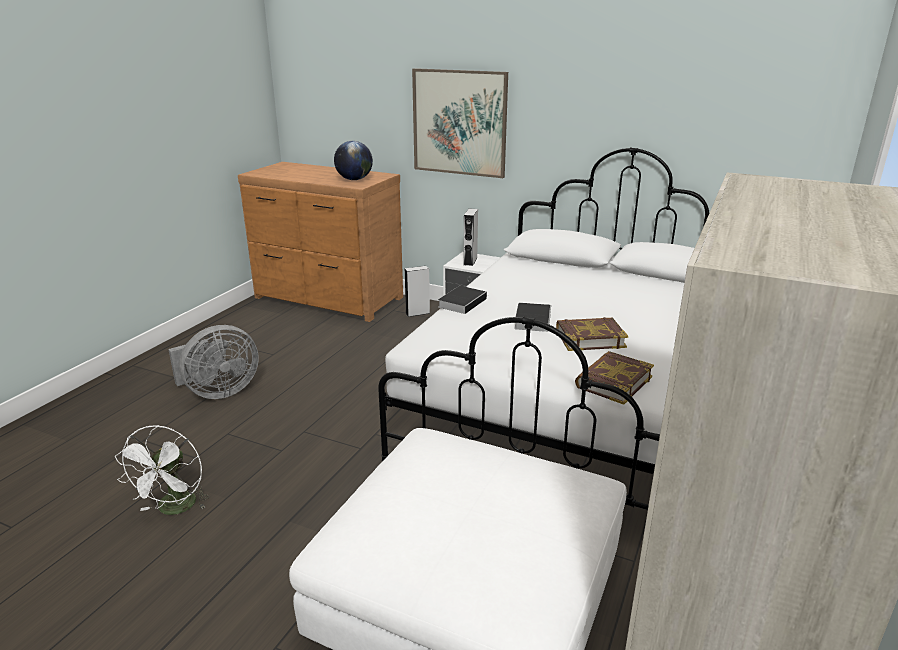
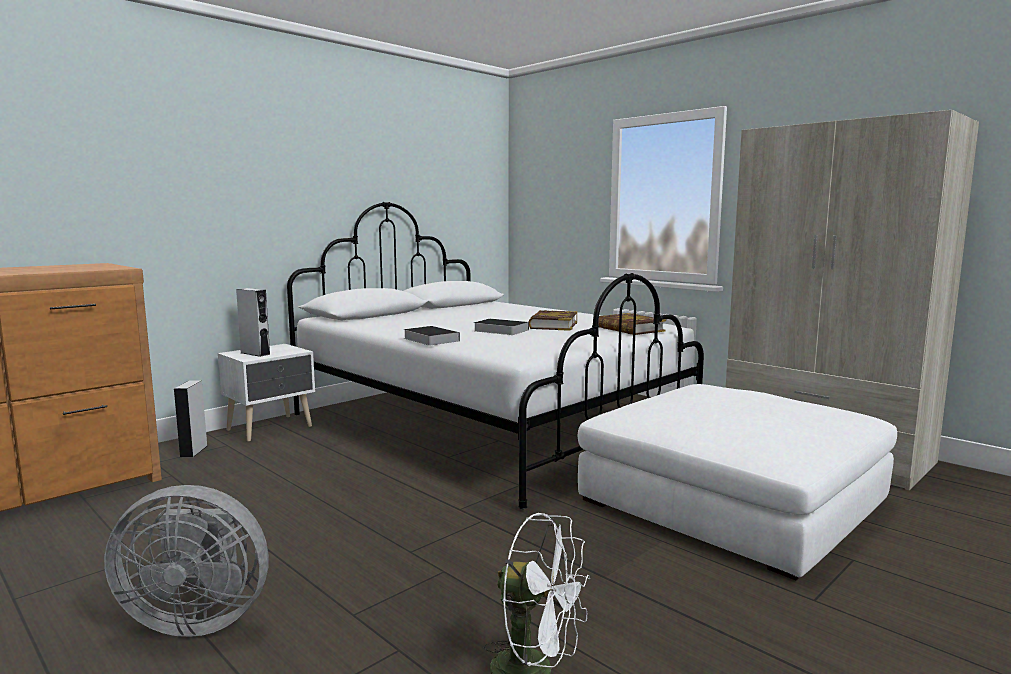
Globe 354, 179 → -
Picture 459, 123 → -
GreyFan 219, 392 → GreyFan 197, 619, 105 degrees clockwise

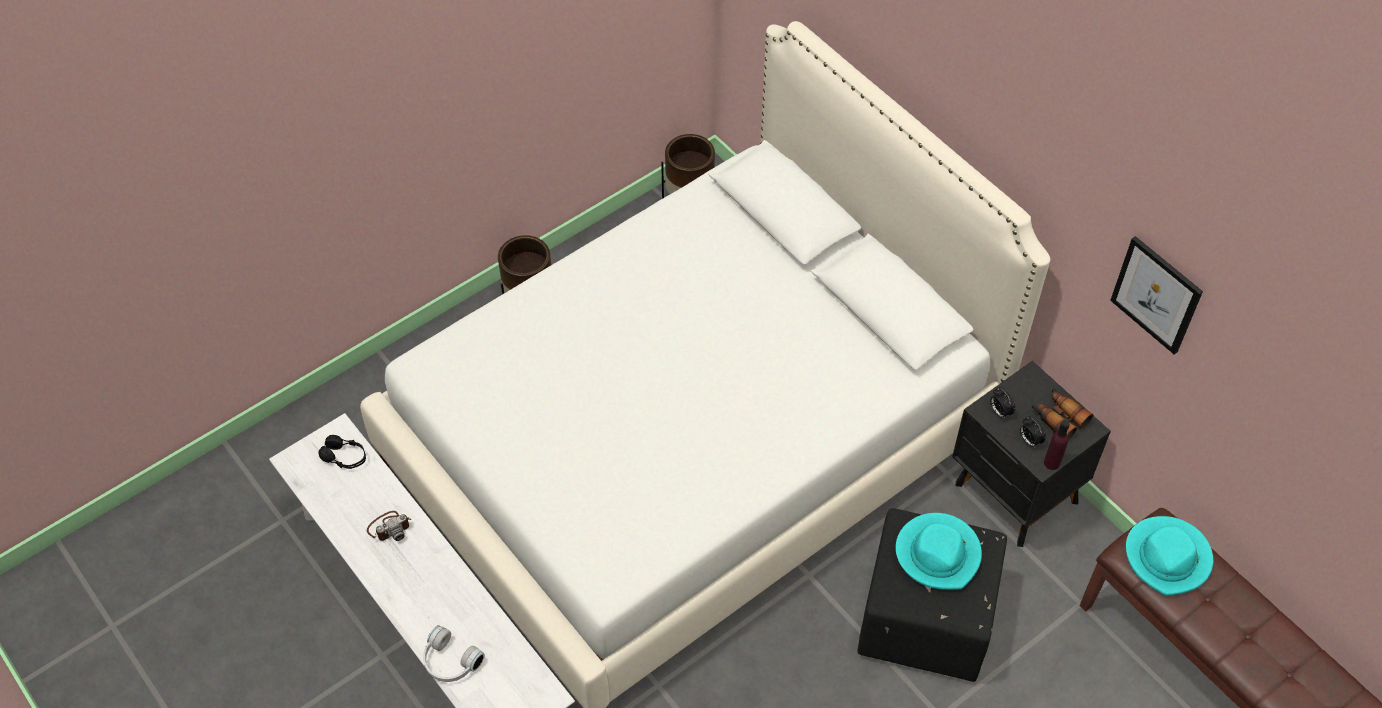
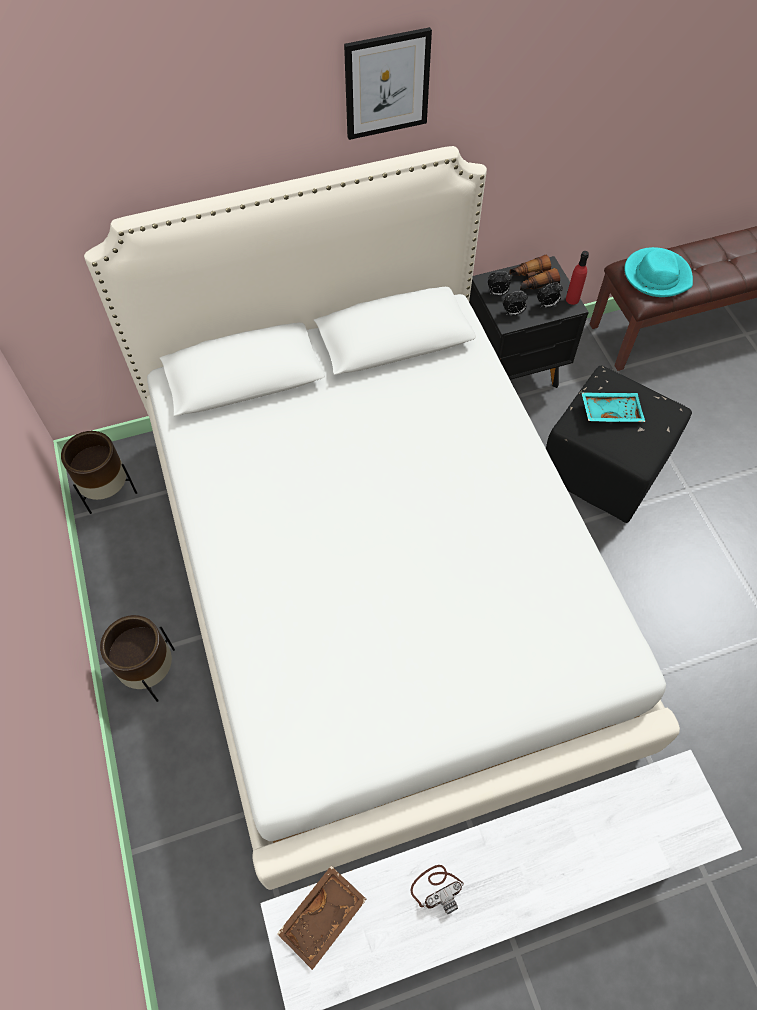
WhiteHeadphones 449, 662 → -
- → AlarmClock 497, 293
Picture 1156, 294 → Picture 387, 84, moved
BlackHeadphones 345, 457 → BrownTray 324, 918
TurquoiseHat 938, 553 → TurquoiseTray 610, 411
PurpleBottle 1052, 463 → RedBottle 572, 299
PhotoCamera 389, 527 → PhotoCamera 437, 888, 75 degrees clockwise

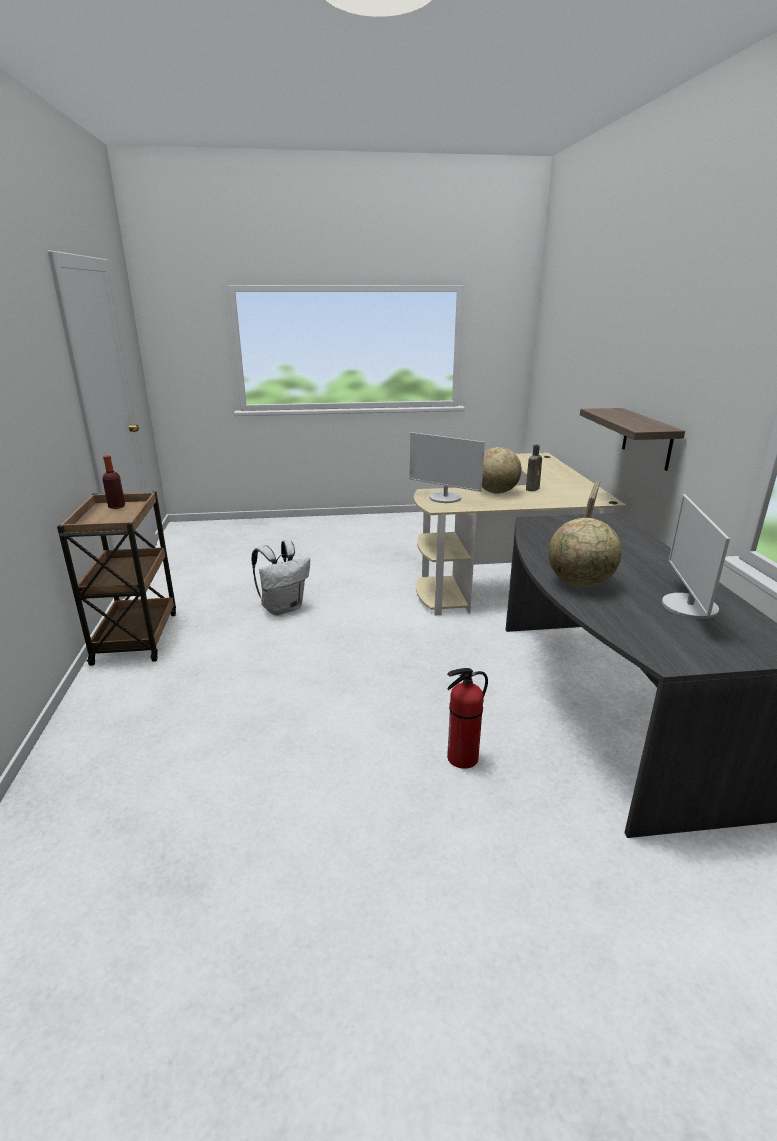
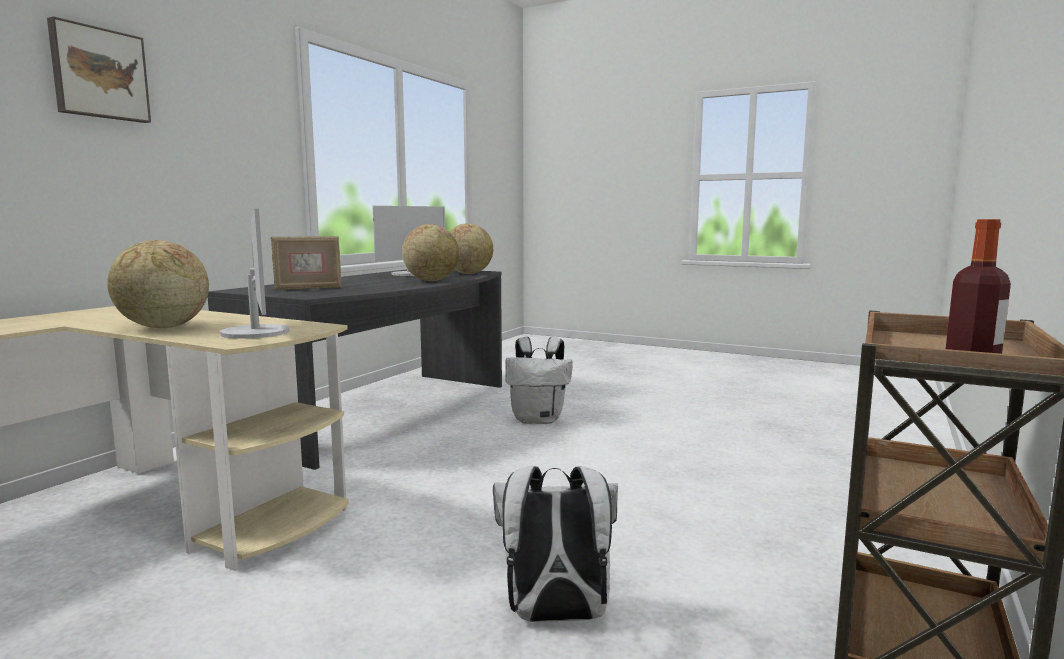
BrownBottle 533, 489 → -
Shelf 647, 439 → -
- → Picture 99, 73
- → Globe 468, 273
FireExtinguisher 462, 758 → WhiteBackpack 538, 419

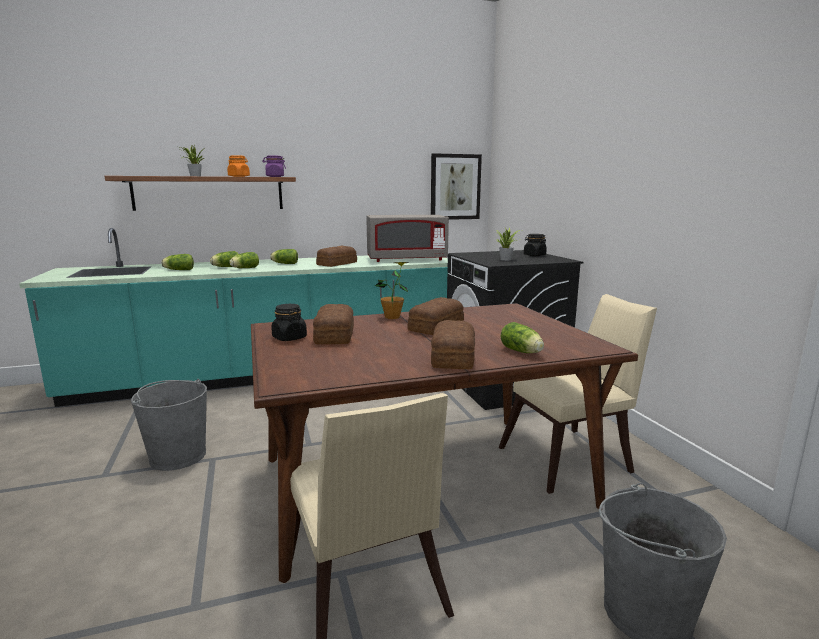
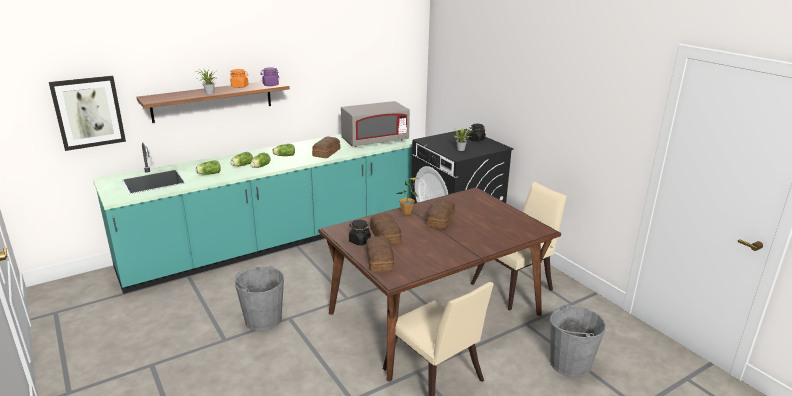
Lettuce 522, 352 → -
Picture 455, 187 → Picture 88, 112, moved
Bread 451, 357 → Bread 379, 261, moved

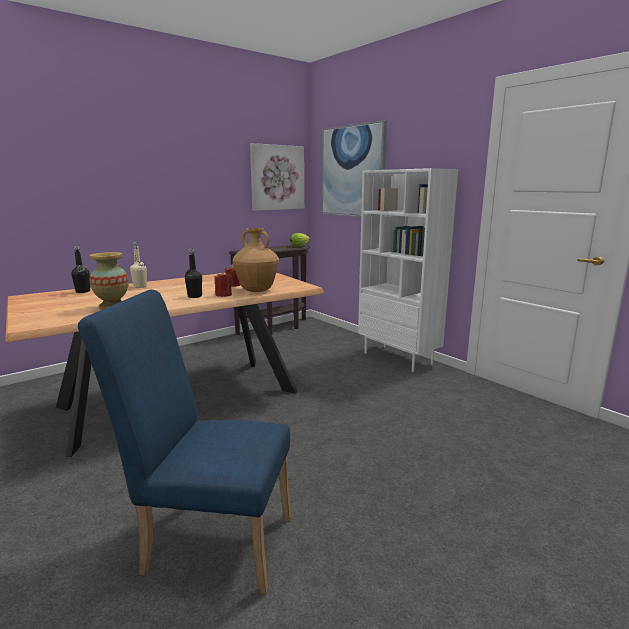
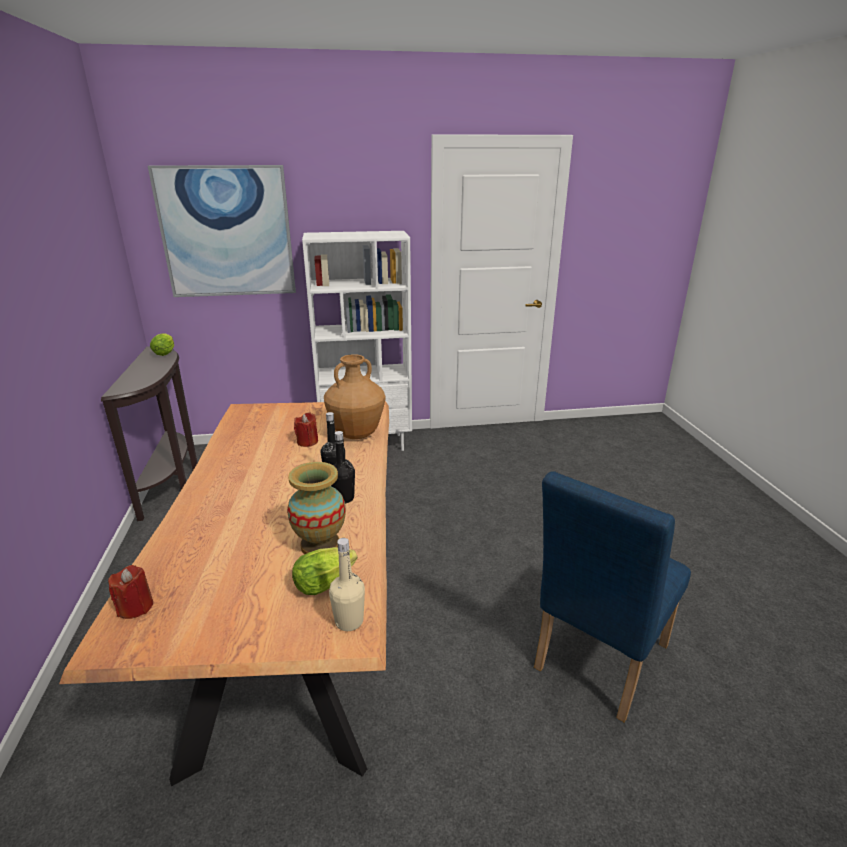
Picture 277, 177 → -
- → Lettuce 327, 582
BlackBottle 83, 291 → BlackBottle 343, 498, moved
BeigeBottle 140, 286 → BeigeBottle 349, 621, moved
RedCandle 223, 295 → RedCandle 135, 607, moved

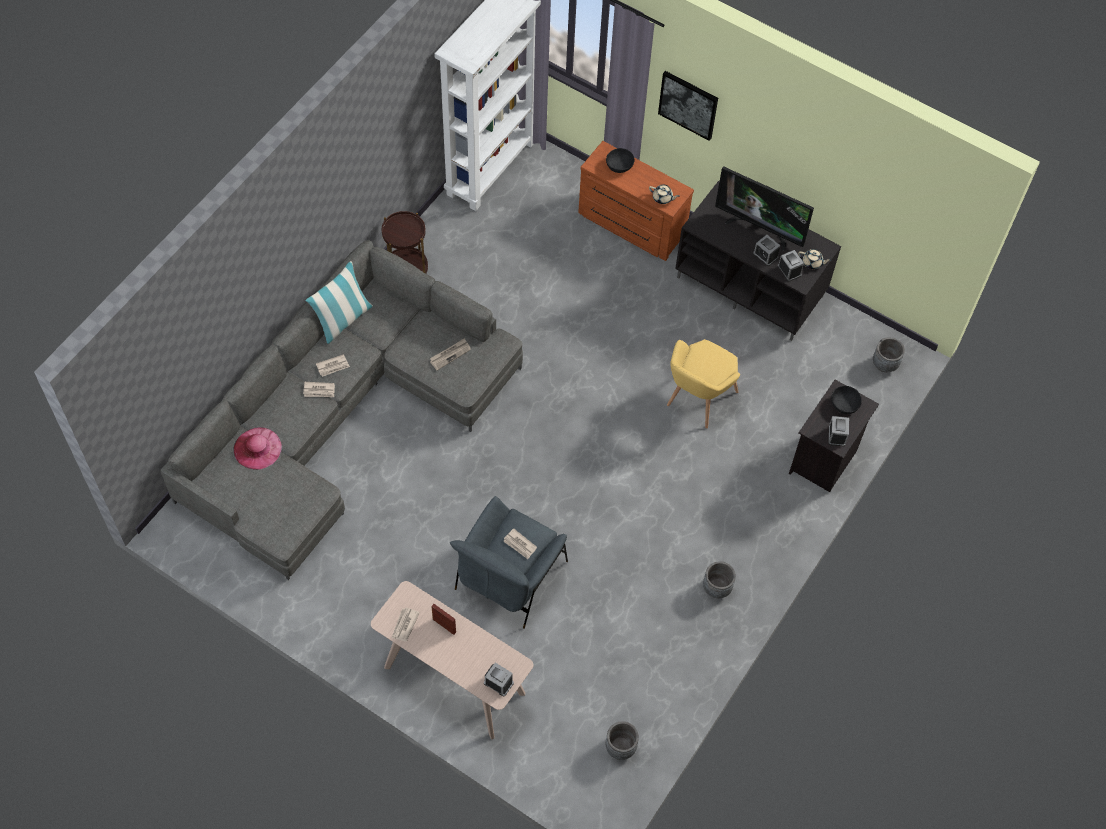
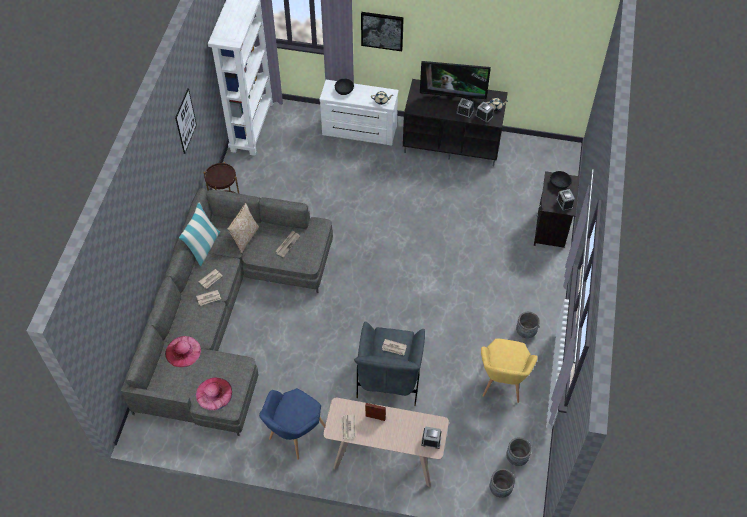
- → Picture 185, 121
- → PinkHat 214, 393
- → Pillow 245, 238
- → BlueArmchair 294, 436
YellowArmchair 697, 401 → YellowArmchair 502, 384, moved
GreyPlanter 885, 364 → GreyPlanter 500, 488, moved
BrownDresser 630, 225 → WhiteDresser 359, 131

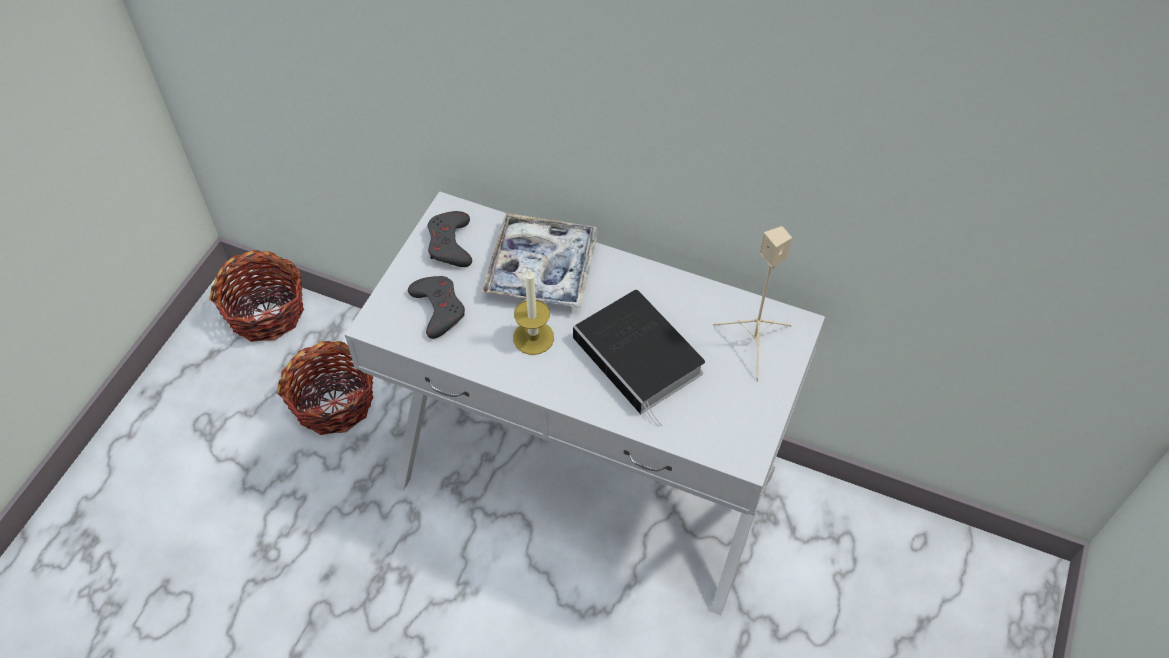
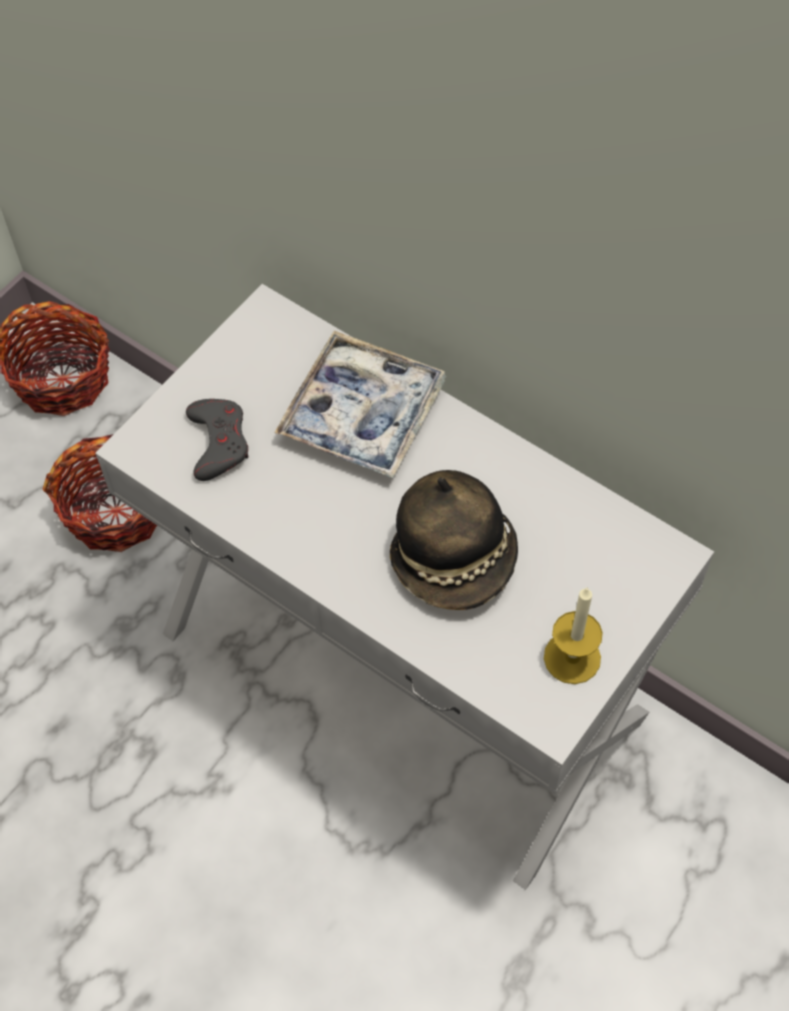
GreyGameController 450, 244 → -
BeigeSpeaker 754, 344 → -
Candle 533, 337 → Candle 572, 657, moved
Book 641, 358 → Hat 455, 559

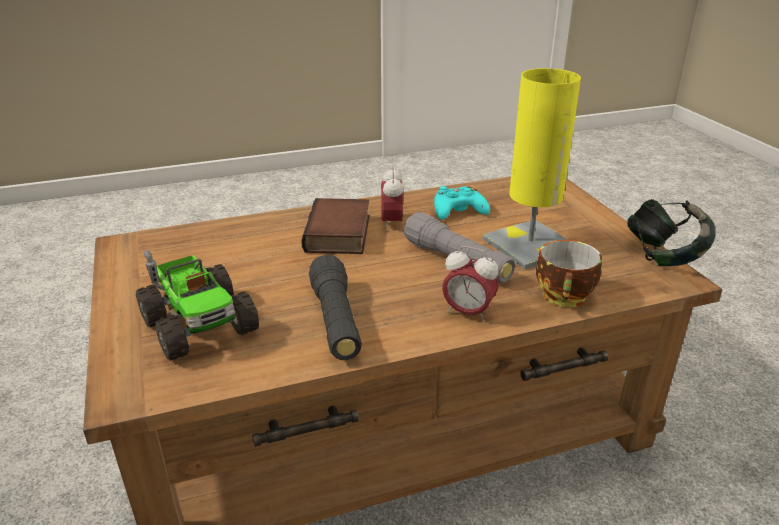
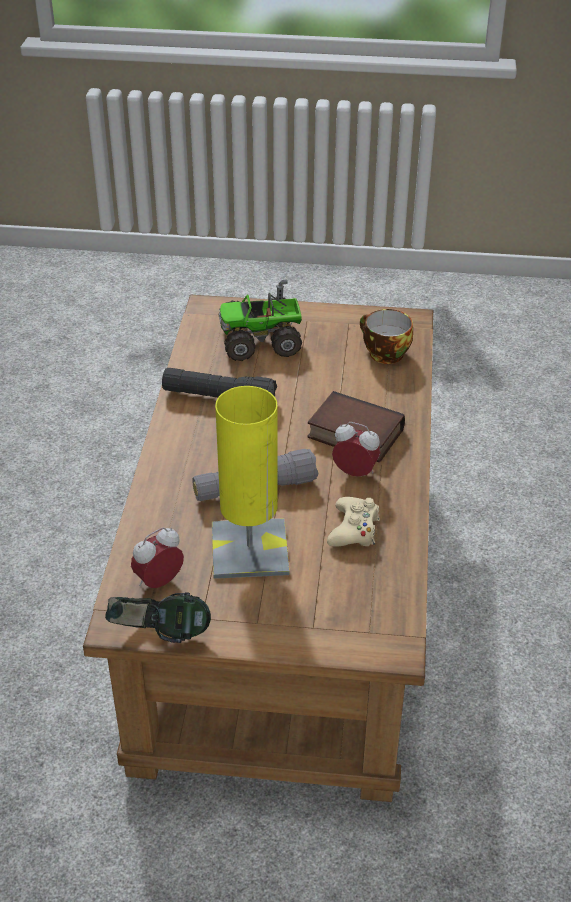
AlarmClock 467, 313 → AlarmClock 159, 582, moved
Cup 565, 298 → Cup 383, 353, moved
TurquoiseGameController 458, 211 → BeigeGameController 354, 529

